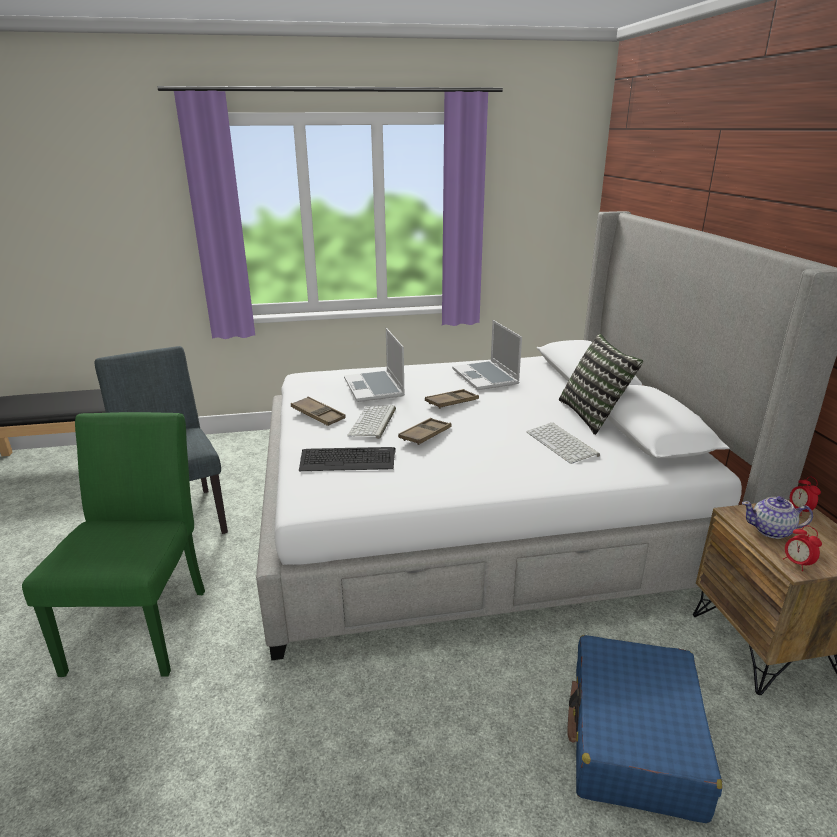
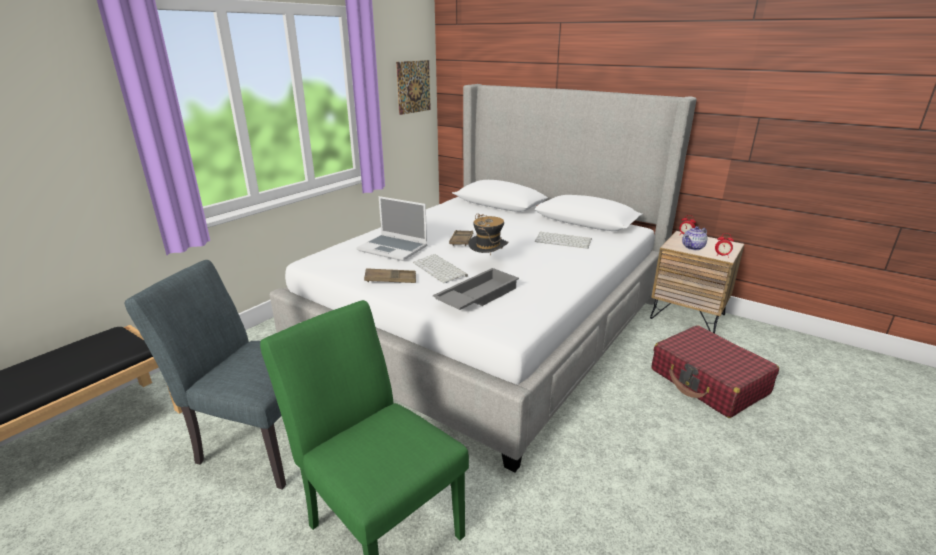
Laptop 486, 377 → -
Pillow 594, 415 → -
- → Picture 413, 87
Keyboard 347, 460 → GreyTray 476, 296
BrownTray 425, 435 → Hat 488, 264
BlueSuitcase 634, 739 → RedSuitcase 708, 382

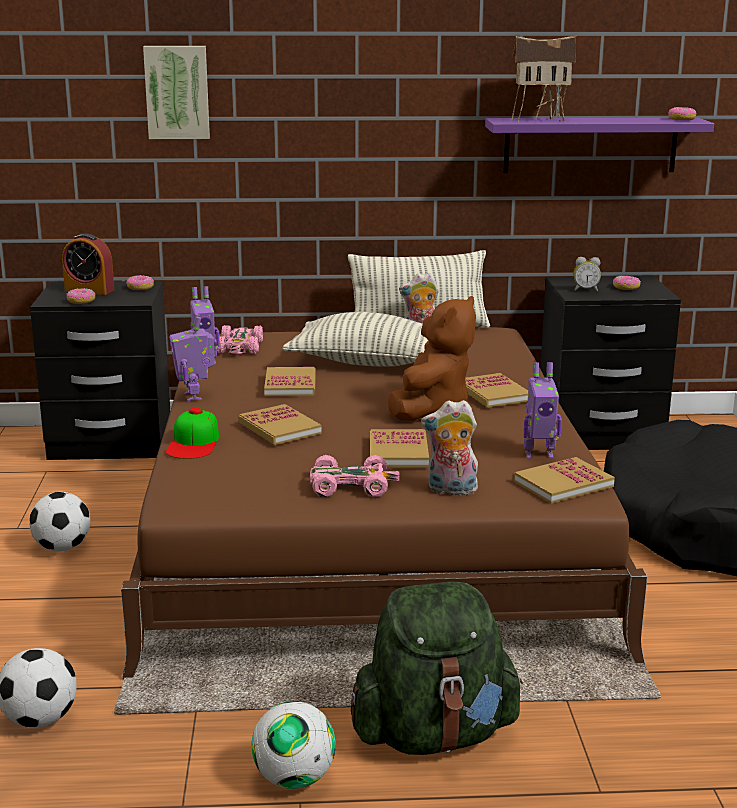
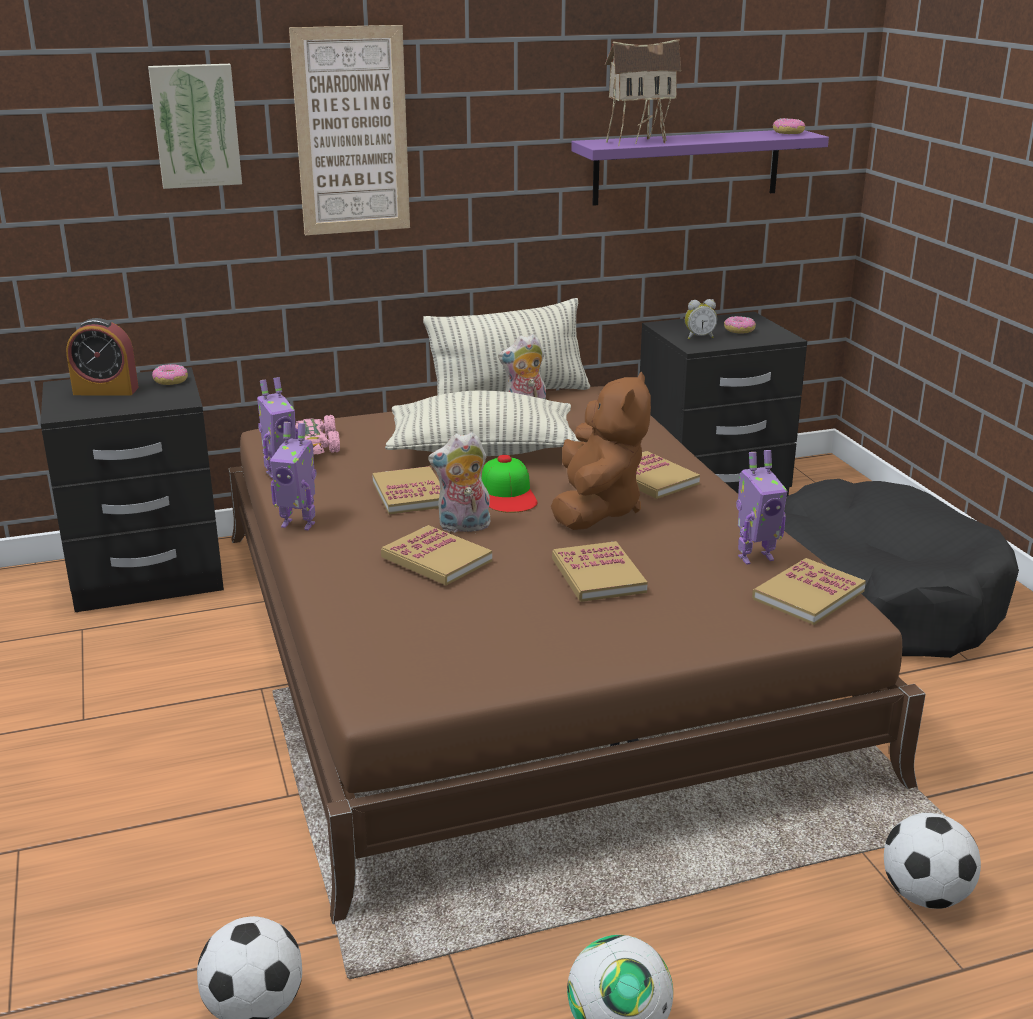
Donut 81, 301 → -
PinkToyCar 352, 486 → -
GreenBackpack 434, 735 → -
- → Picture 352, 132
Football 62, 548 → Football 924, 895, moved
Cap 194, 443 → Cap 508, 493, moved
PlushToy 450, 490 → PlushToy 463, 527, moved
ToyRobot 194, 396 → ToyRobot 299, 524, 45 degrees counterclockwise

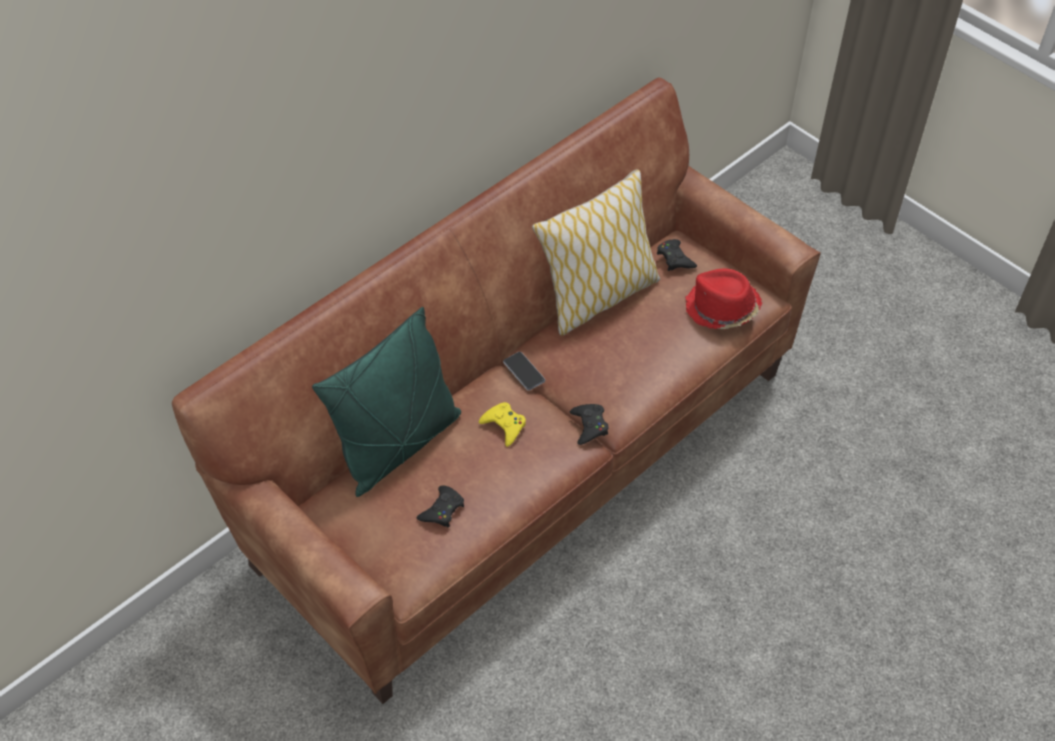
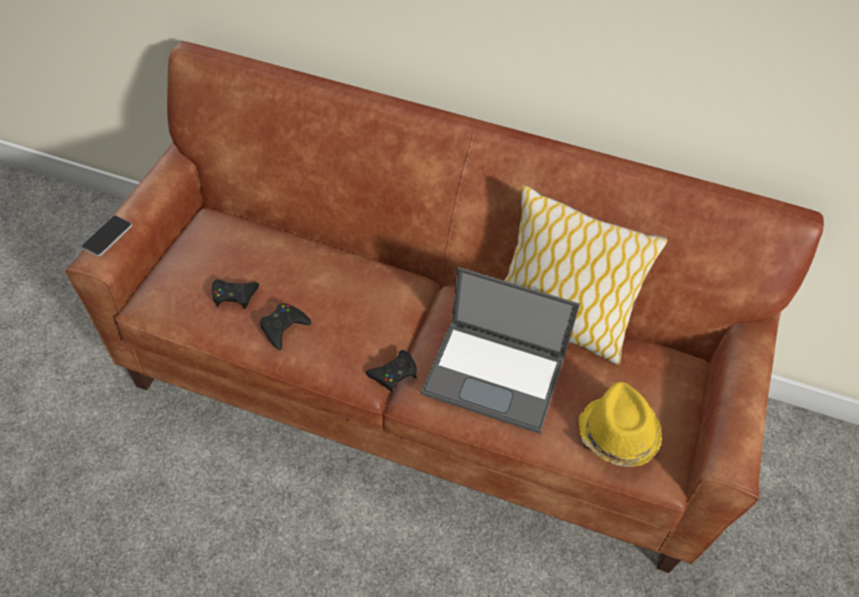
GreenPillow 398, 445 → -
YellowGameController 504, 426 → -
- → Laptop 496, 375
Phone 524, 371 → Phone 107, 236, moved
BlackGameController 675, 259 → BlackGameController 283, 328, moved
RedHat 721, 309 → YellowHat 617, 434

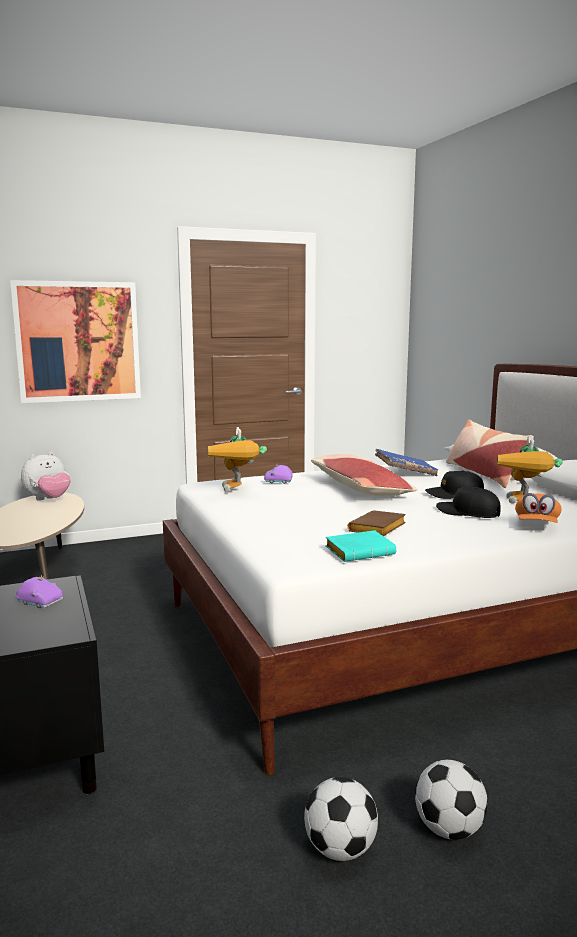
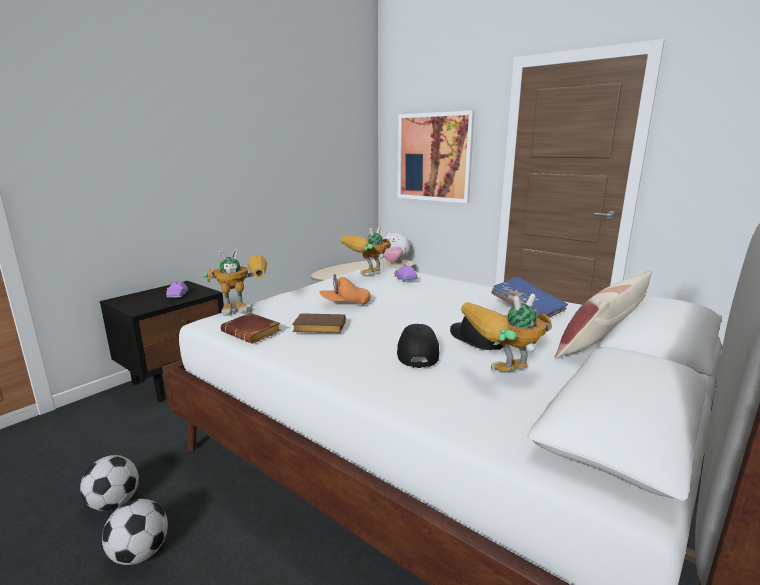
Pillow 359, 488 → -
- → ToyRobot 245, 309
OrangeCap 536, 526 → OrangeCap 345, 303, moved
TurquoiseBook 360, 551 → BrownBook 253, 333

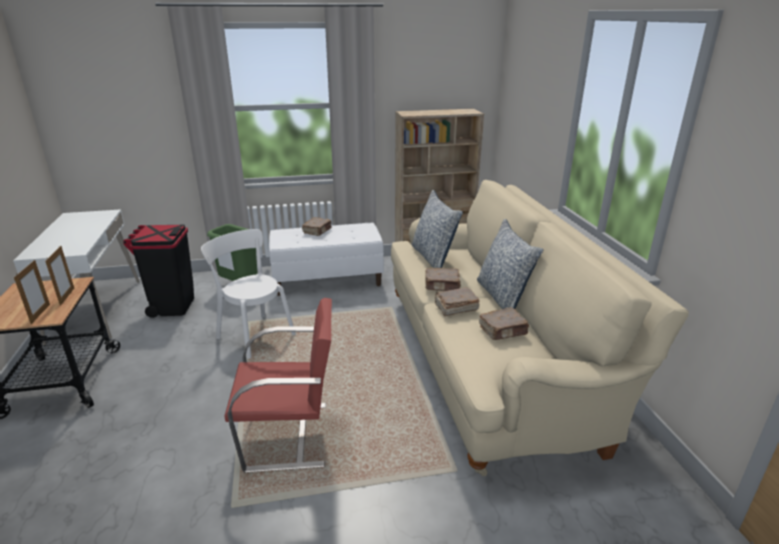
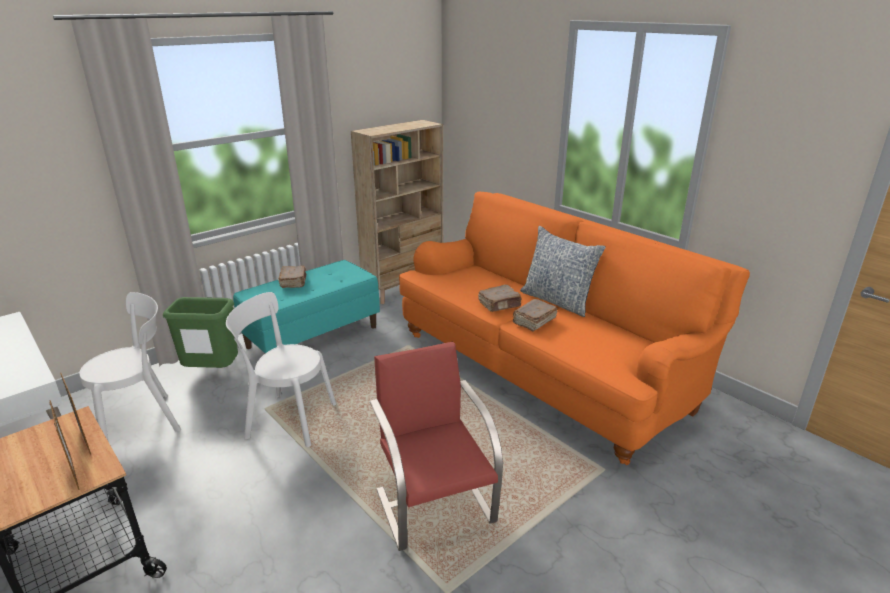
Pillow 433, 257 → -
BrownBook 503, 331 → -
BlackTrashCan 172, 306 → WhiteChair 143, 421
WhiteBench 328, 280 → TurquoiseBench 313, 336
BeigeSofa 490, 362 → OrangeSofa 544, 368
RedChair 290, 436 → RedChair 434, 504, 75 degrees counterclockwise

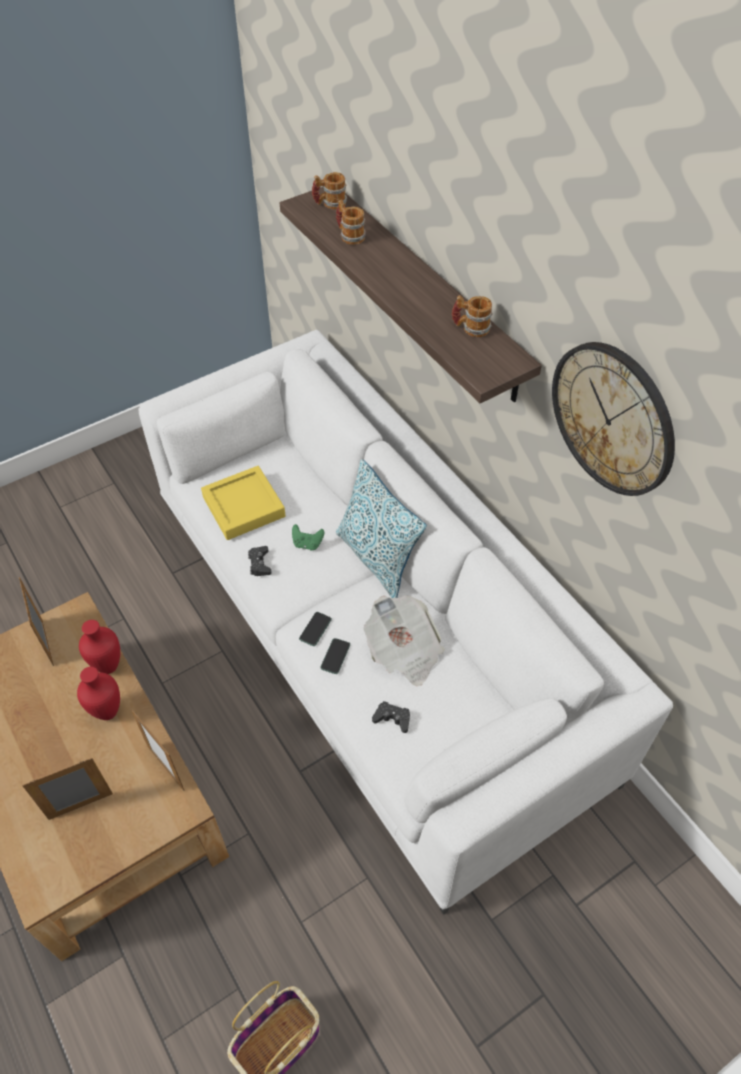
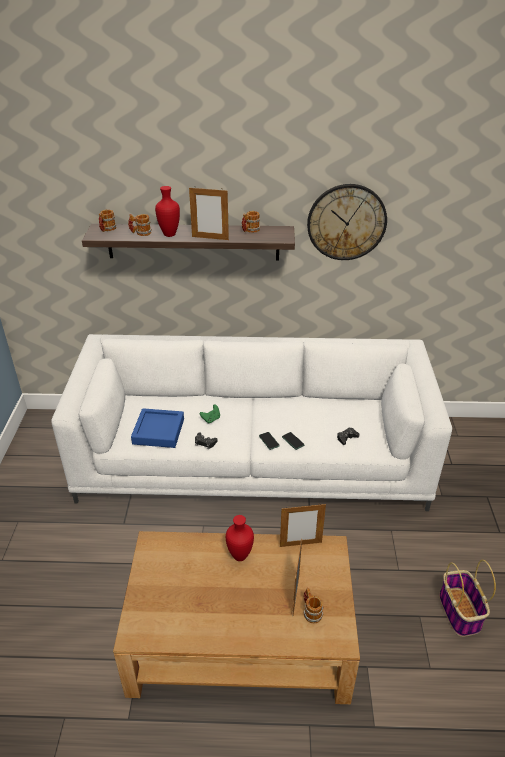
Pillow 377, 559 → -
Newspaper 404, 651 → -
- → Mug 311, 611
PictureFrame 47, 642 → PictureFrame 210, 238, moved
RedVase 109, 665 → RedVase 169, 234, moved
YellowTray 244, 507 → BlueTray 158, 431

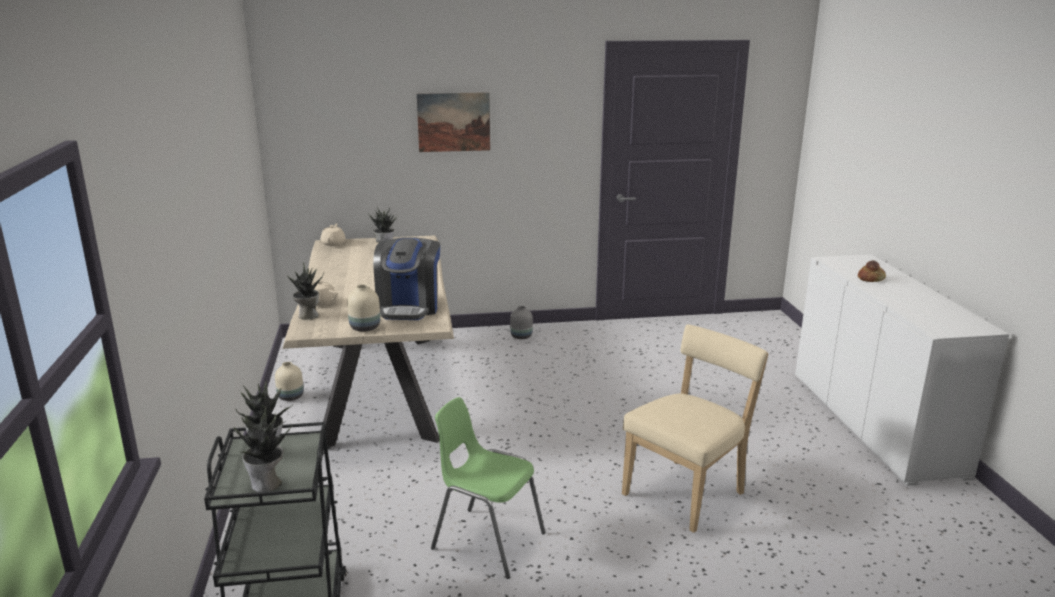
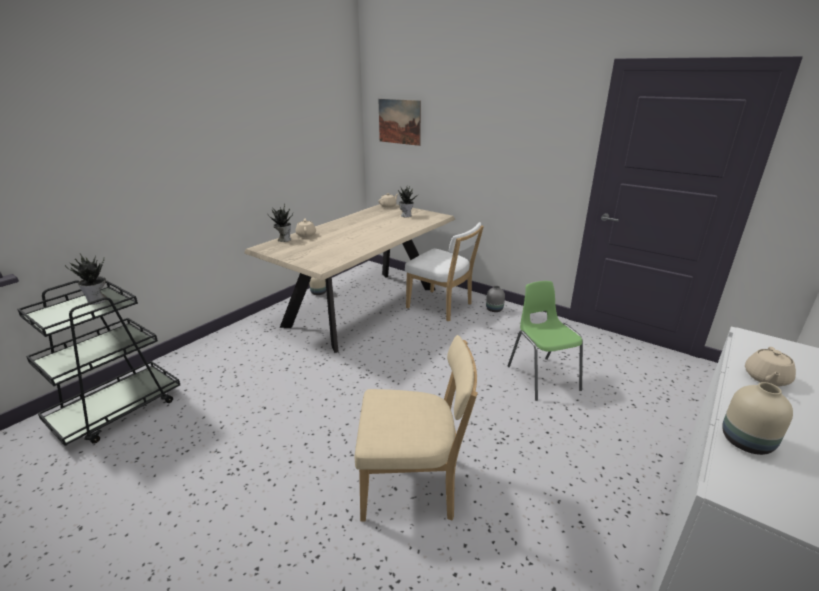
PottedPlant 267, 485 → -
CoffeeMachine 409, 307 → -
- → WhiteChair 442, 307
BeigeVase 364, 327 → BeigeVase 745, 441, moved
Picture 454, 122 → Picture 399, 121, moved
GreenChair 487, 541 → GreenChair 542, 377, moved
Bread 871, 279 → BeigeTeapot 766, 378

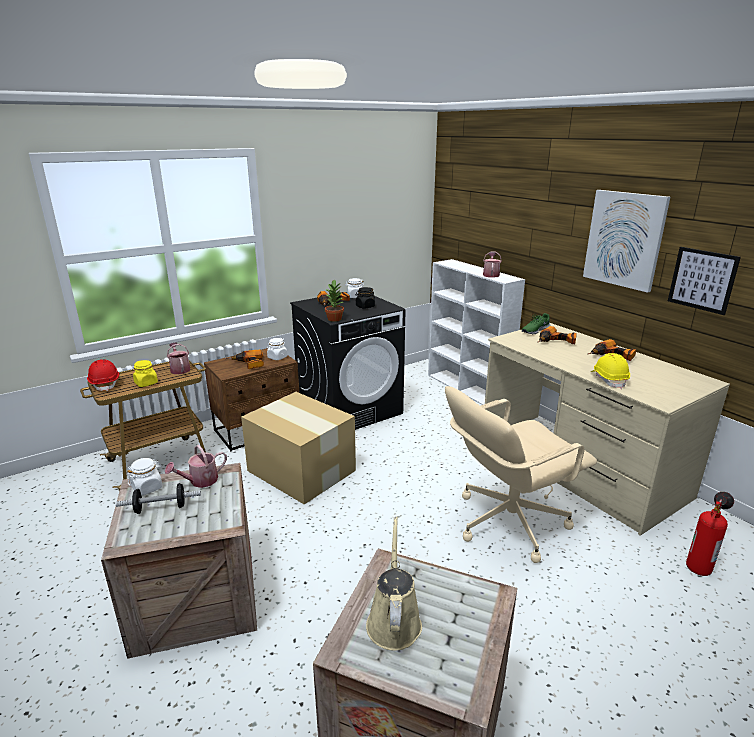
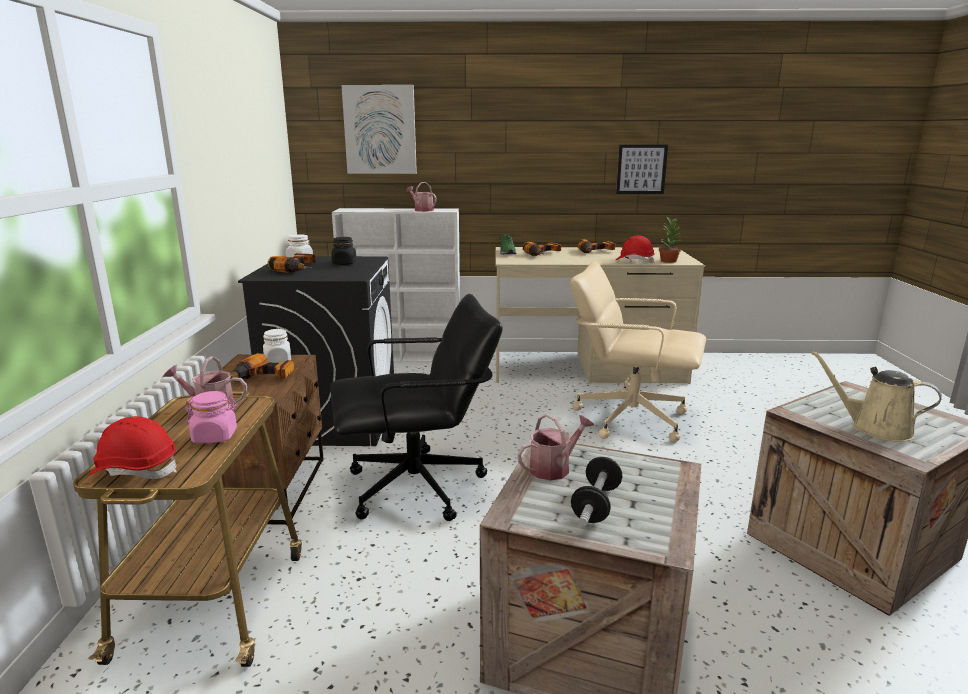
WhiteJar 147, 488 → -
FireExtinguisher 704, 555 → -
PottedPlant 335, 319 → PottedPlant 668, 261, moved
Picture 624, 239 → Picture 380, 130, moved
CardboardBox 302, 471 → BlackOfficeChair 418, 487
YellowJar 146, 383 → PinkJar 215, 436
YellowHardHat 609, 379 → RedHardHat 634, 261
WateringCan 200, 481 → WateringCan 554, 467, 120 degrees counterclockwise
BeigeOfficeChair 508, 522 → BeigeOfficeChair 630, 418, 105 degrees clockwise

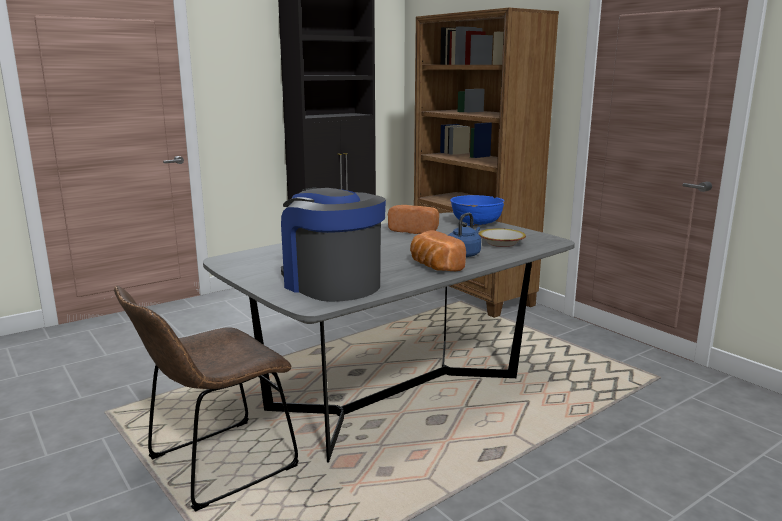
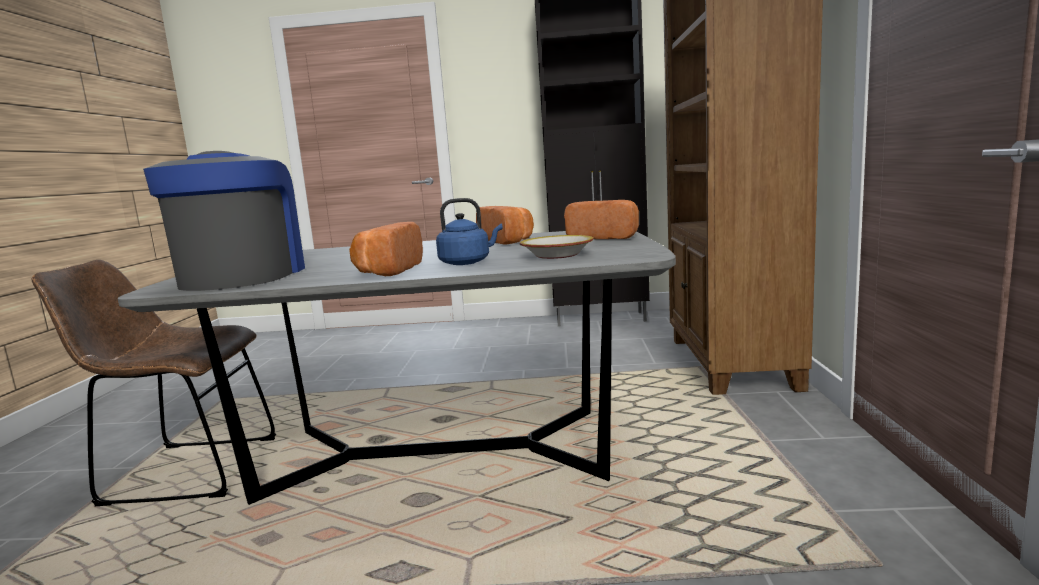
BlueBowl 476, 224 → Bread 605, 237

